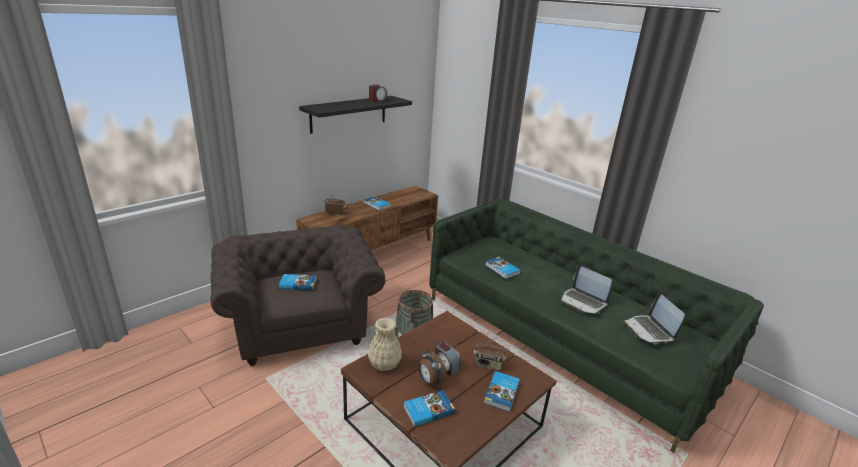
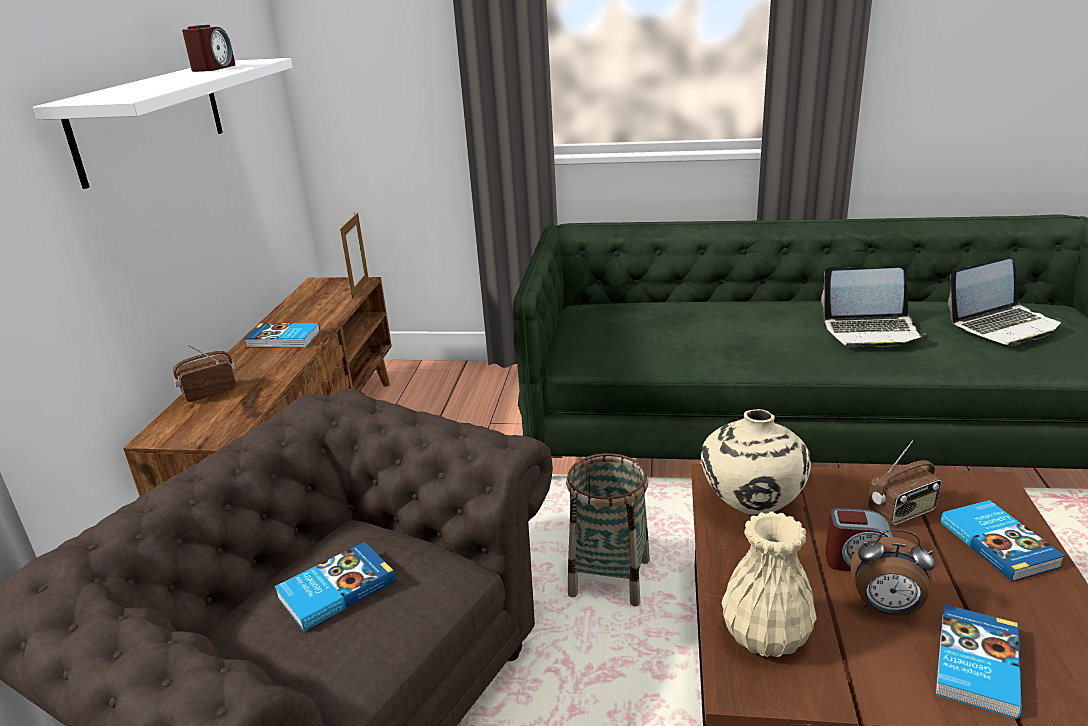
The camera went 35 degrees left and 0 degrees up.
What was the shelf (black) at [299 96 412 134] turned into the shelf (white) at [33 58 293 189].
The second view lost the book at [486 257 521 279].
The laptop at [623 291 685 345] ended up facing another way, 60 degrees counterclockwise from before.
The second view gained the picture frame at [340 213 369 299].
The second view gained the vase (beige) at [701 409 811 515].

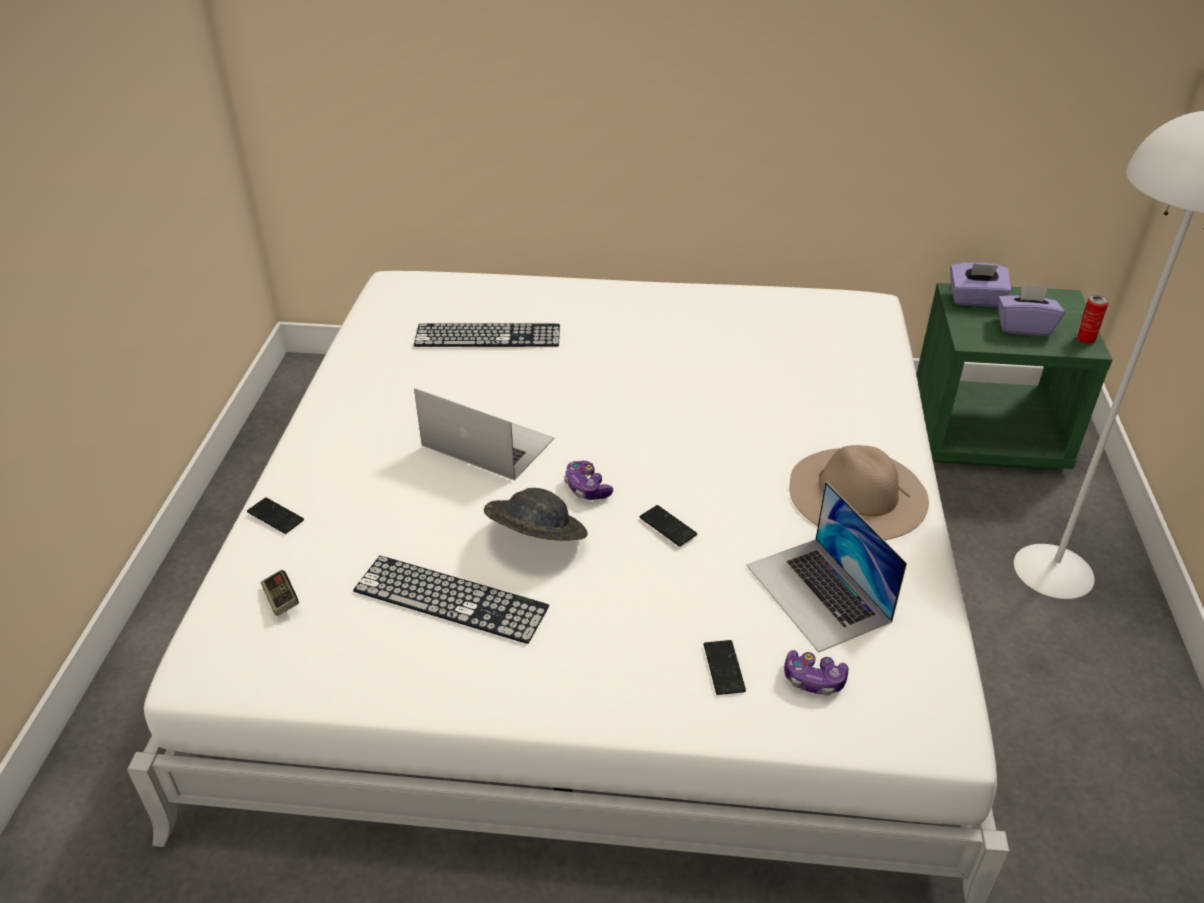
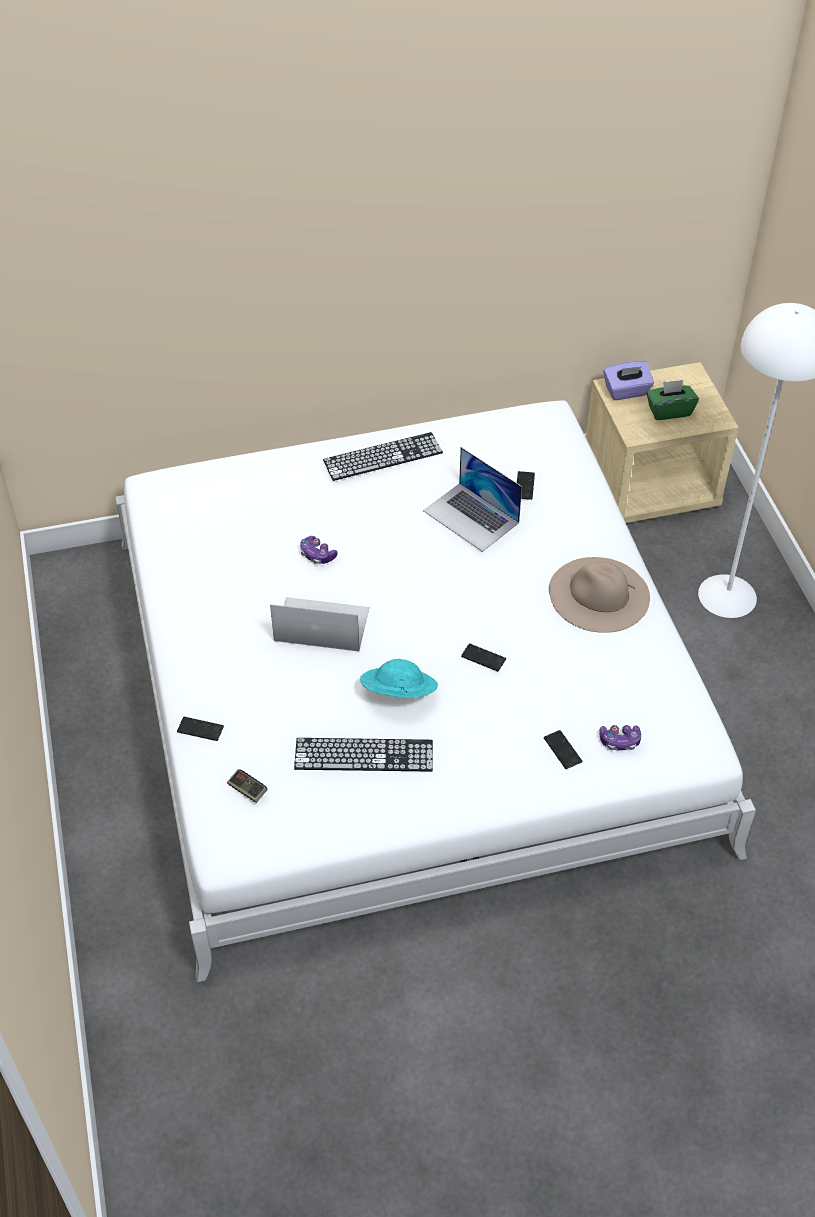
The camera went 20 degrees left and 10 degrees up.
The keyboard ended up elsewhere, having gone from [414 324 560 347] to [323 432 443 481].
What was the hat (grey) at [484 488 588 541] turned into the hat (turquoise) at [360 659 438 698].
The game controller ended up elsewhere, having gone from [564 461 613 500] to [300 536 338 564].
The laptop ended up elsewhere, having gone from [746 482 907 653] to [423 447 522 552].
What was the nightstand (green) at [916 283 1112 470] turned into the nightstand (beige) at [586 362 739 523].
What was the tissue box (purple) at [998 284 1065 336] turned into the tissue box (green) at [646 380 699 420].
The second view lost the can at [1076 295 1109 343].
The second view gained the phone at [517 471 535 500].

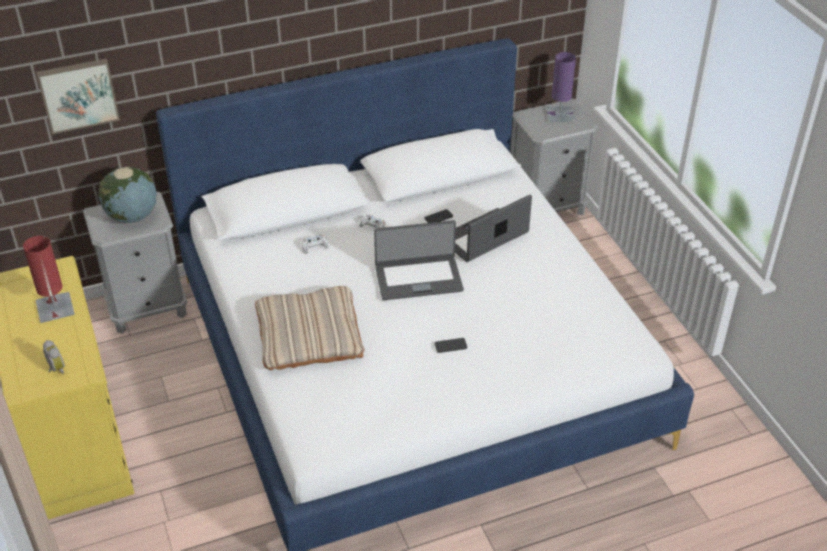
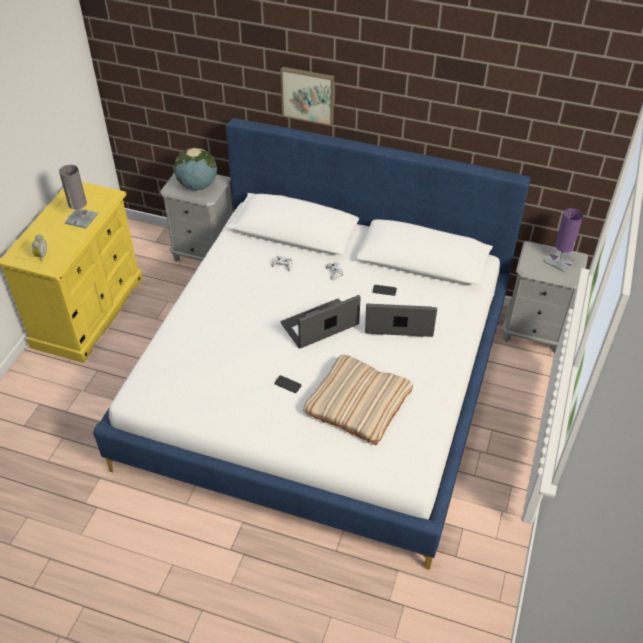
The camera went 40 degrees right and 5 degrees up.
What was the table lamp (red) at [23 236 75 323] turned into the table lamp (grey) at [59 165 98 229].
The picture ended up elsewhere, having gone from [36 59 120 134] to [280 67 334 126].
The pillow (beige) ended up elsewhere, having gone from [255 286 365 370] to [304 355 413 445].
The laptop at [374 220 464 300] ended up facing another way, 120 degrees clockwise from before.

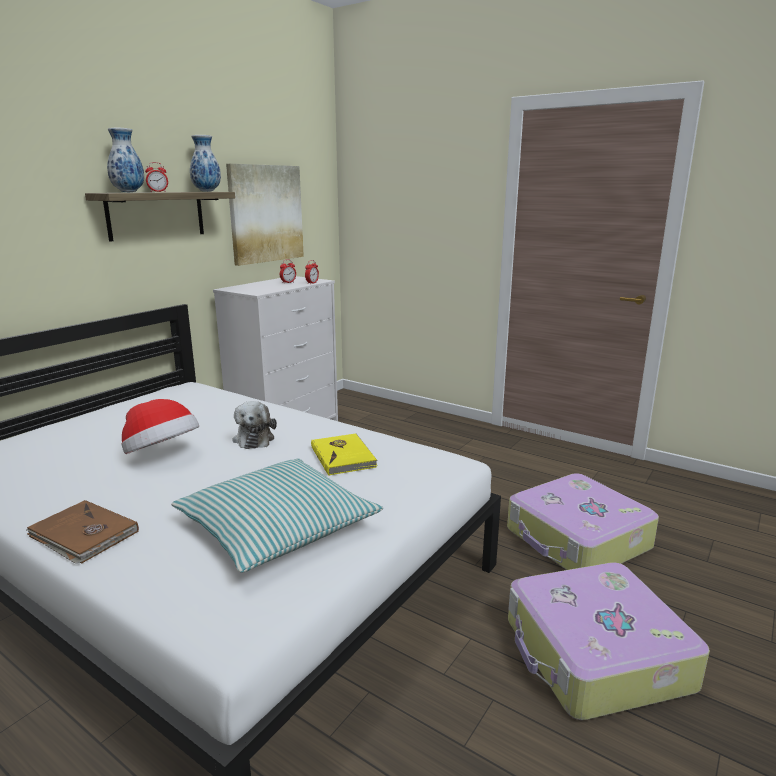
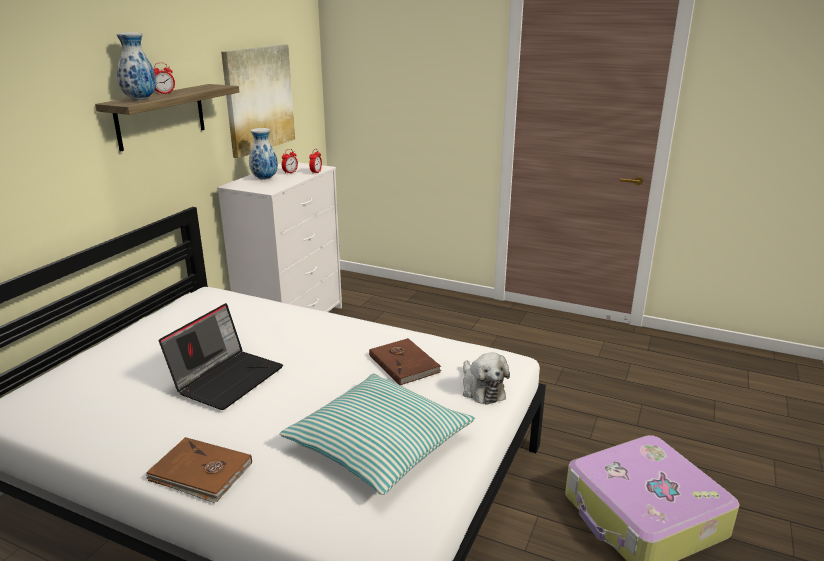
The camera went 10 degrees left and 5 degrees up.
Where the hat stood at [121 399 199 454], the laptop came to stand at [159 303 283 410].
The vase ended up elsewhere, having gone from [190 135 221 192] to [249 128 278 180].
The plush toy ended up elsewhere, having gone from [232 401 277 449] to [463 353 510 405].
What was the book (yellow) at [311 433 378 476] turned into the book (brown) at [369 338 441 386].
The second view lost the suitcase at [507 473 659 570].

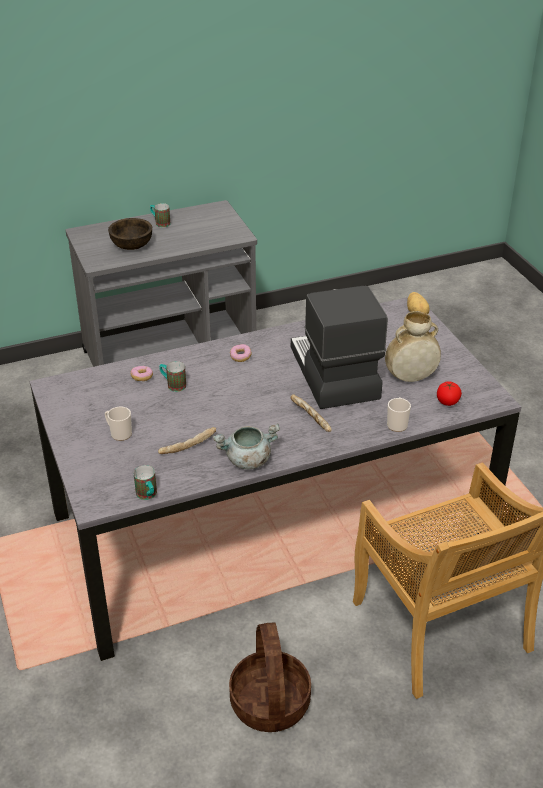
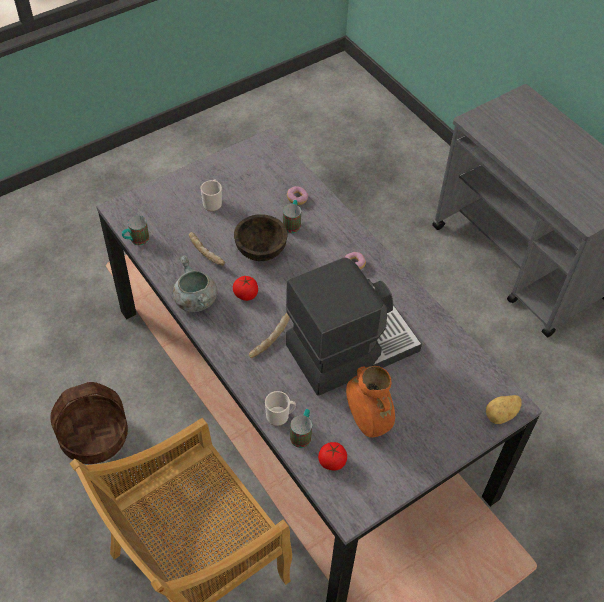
The camera went 75 degrees right and 15 degrees up.
The bowl (brown) ended up elsewhere, having gone from [108 218 152 250] to [234 214 288 261].
The mug ended up elsewhere, having gone from [150 203 170 227] to [290 409 312 448].
What was the vase (beige) at [385 311 441 382] turned into the vase (orange) at [346 366 395 437].
The second view gained the tomato at [233 276 258 301].

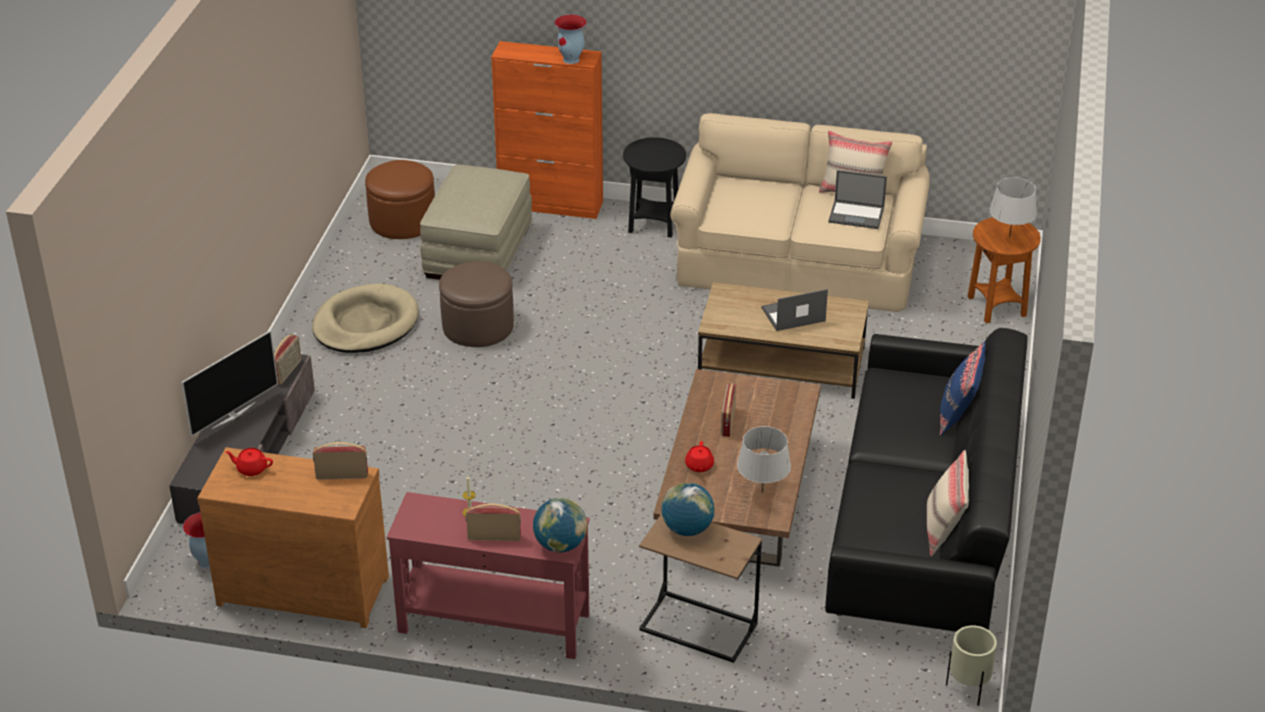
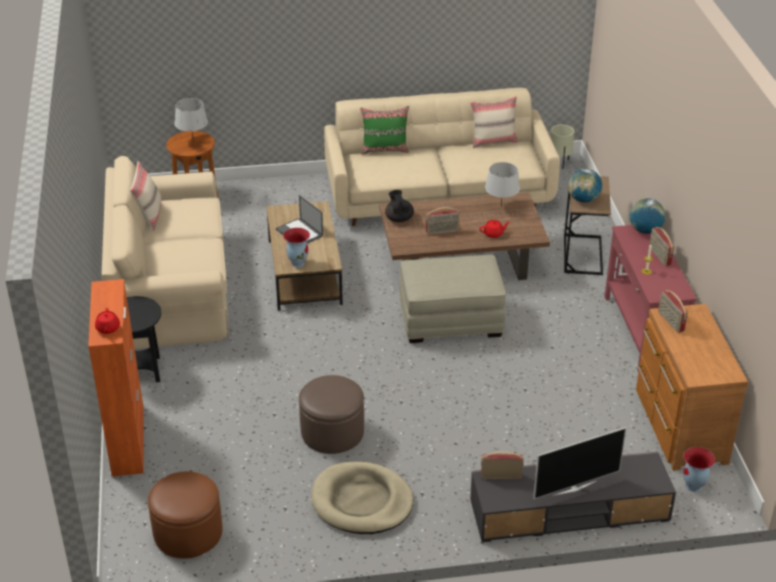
The camera went 110 degrees left and 0 degrees up.
The television at [181 330 278 437] ended up facing another way, 135 degrees clockwise from before.
The teapot (red) ended up elsewhere, having gone from [225 448 273 476] to [95 308 120 334].
The ottoman (beige) ended up elsewhere, having gone from [420 165 532 280] to [399 255 506 343].
The vase ended up elsewhere, having gone from [554 14 587 64] to [283 228 310 268].
What was the sofa (black) at [825 328 1027 632] turned into the sofa (beige) at [324 88 560 226].
The second view lost the laptop at [828 170 887 229].
What was the pillow (blue) at [940 342 985 436] turned into the pillow (green) at [360 106 409 155].
The second view gained the teapot (black) at [385 190 414 222].

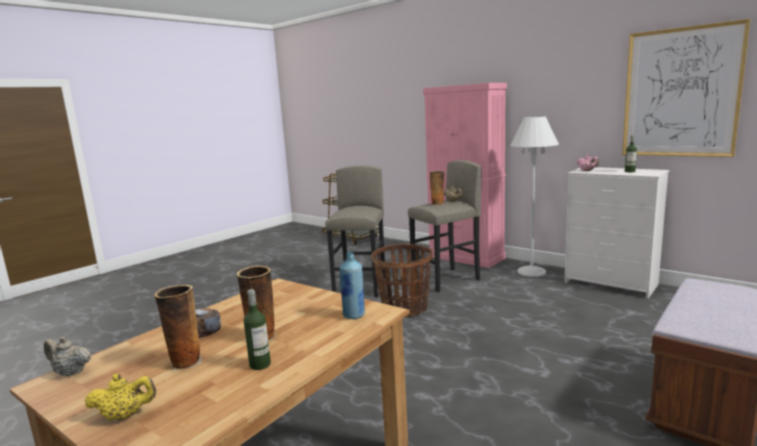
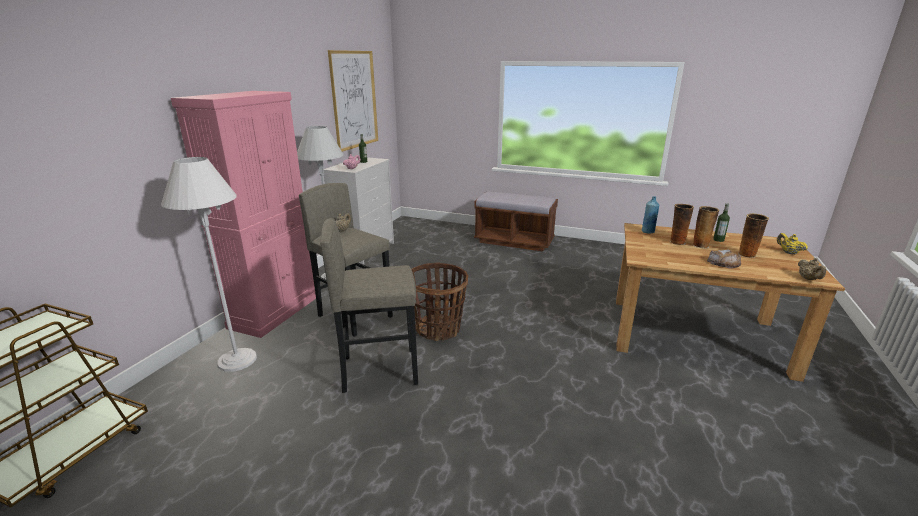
The camera went 110 degrees left and 10 degrees up.
The vase ended up elsewhere, having gone from [430 171 444 205] to [670 204 694 245].
The second view gained the floor lamp (white) at [161 157 257 372].

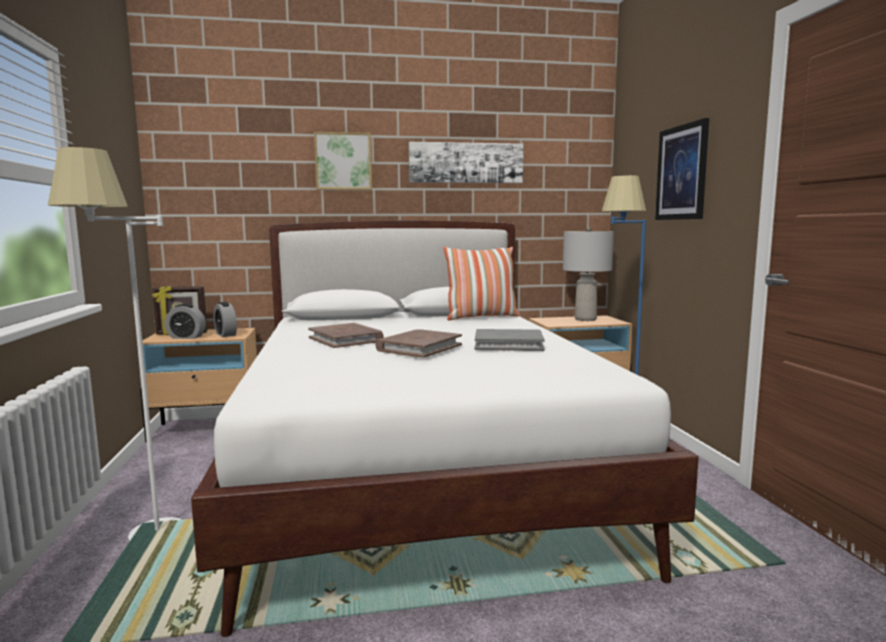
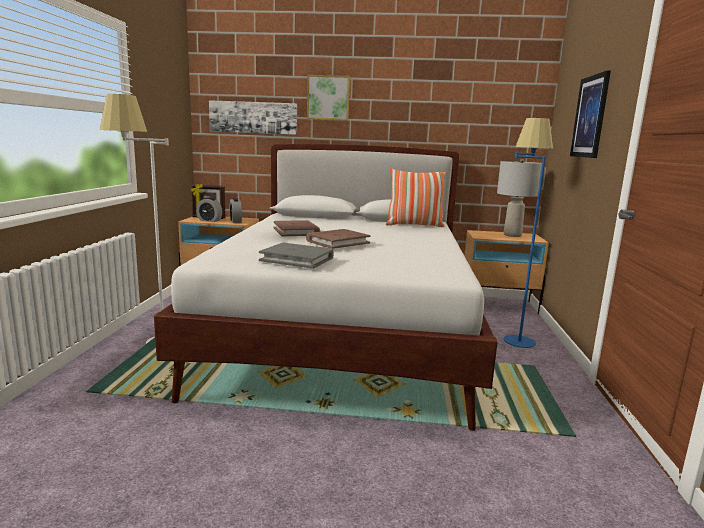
The camera went 15 degrees right and 5 degrees up.
The picture ended up elsewhere, having gone from [409 142 523 183] to [209 100 297 135].
The book (grey) ended up elsewhere, having gone from [475 329 545 351] to [259 243 334 269].

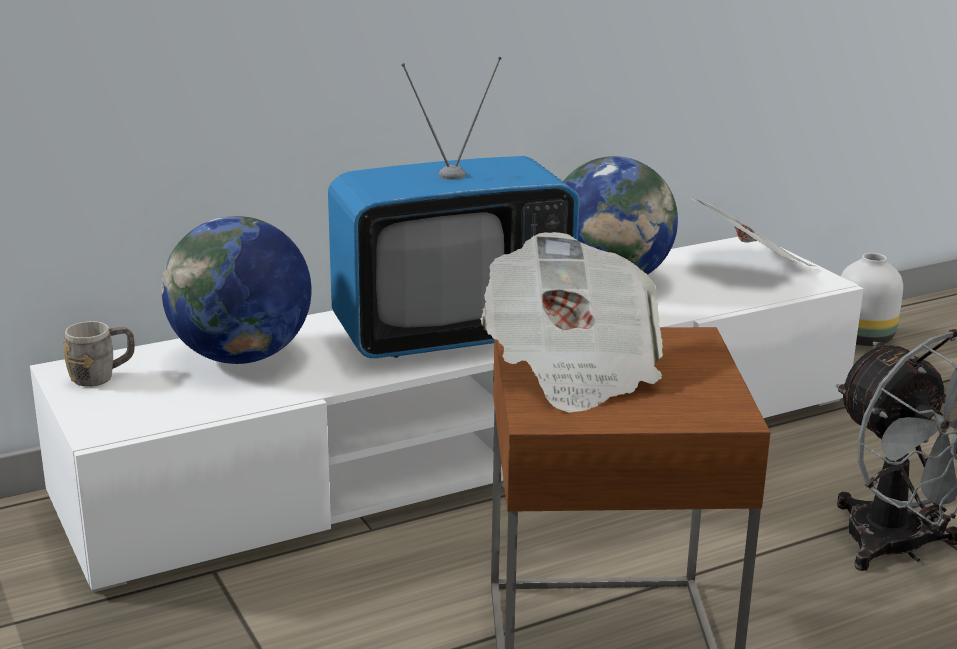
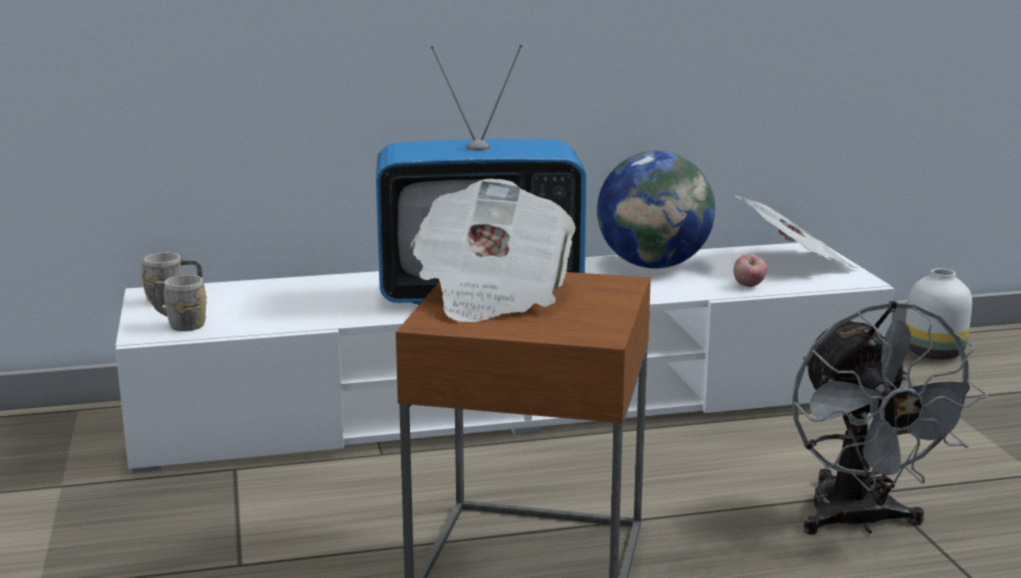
The camera went 15 degrees right and 5 degrees down.
The second view lost the globe at [161 216 311 364].
The second view gained the mug (grey) at [150 275 207 331].
The second view gained the apple at [733 254 767 287].

